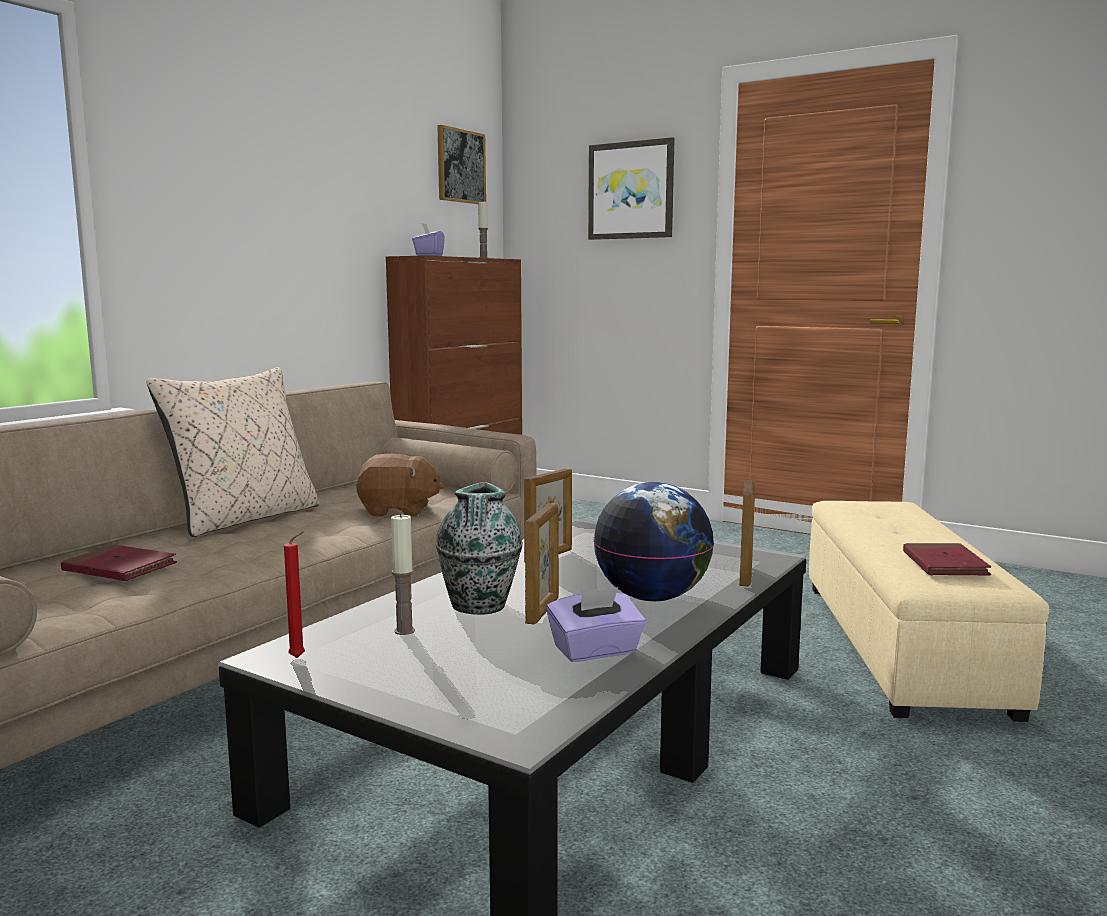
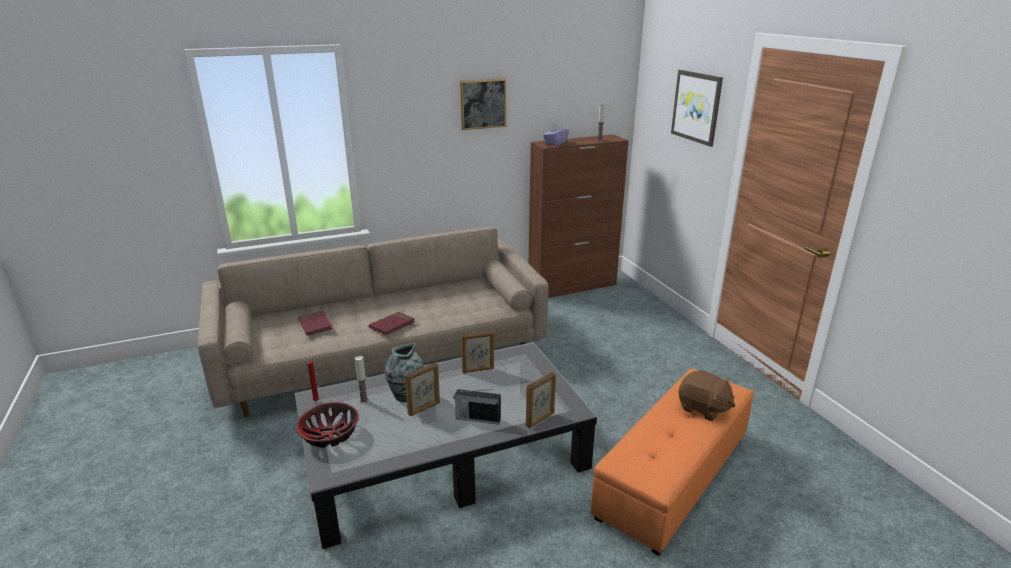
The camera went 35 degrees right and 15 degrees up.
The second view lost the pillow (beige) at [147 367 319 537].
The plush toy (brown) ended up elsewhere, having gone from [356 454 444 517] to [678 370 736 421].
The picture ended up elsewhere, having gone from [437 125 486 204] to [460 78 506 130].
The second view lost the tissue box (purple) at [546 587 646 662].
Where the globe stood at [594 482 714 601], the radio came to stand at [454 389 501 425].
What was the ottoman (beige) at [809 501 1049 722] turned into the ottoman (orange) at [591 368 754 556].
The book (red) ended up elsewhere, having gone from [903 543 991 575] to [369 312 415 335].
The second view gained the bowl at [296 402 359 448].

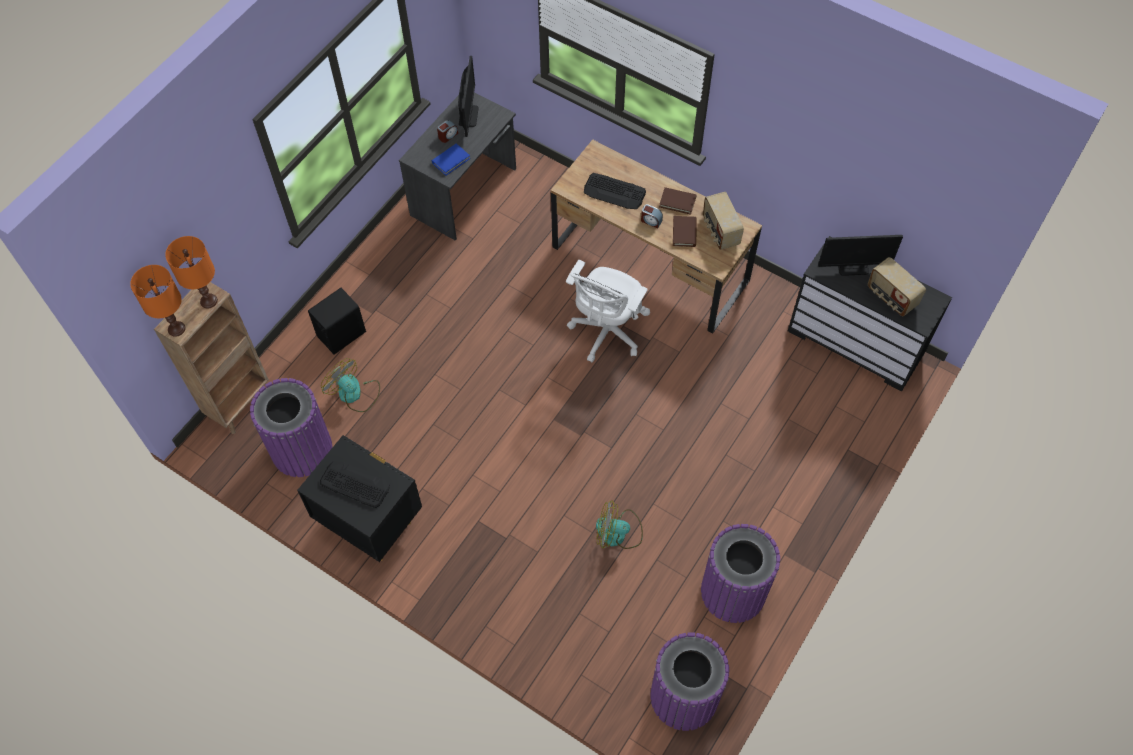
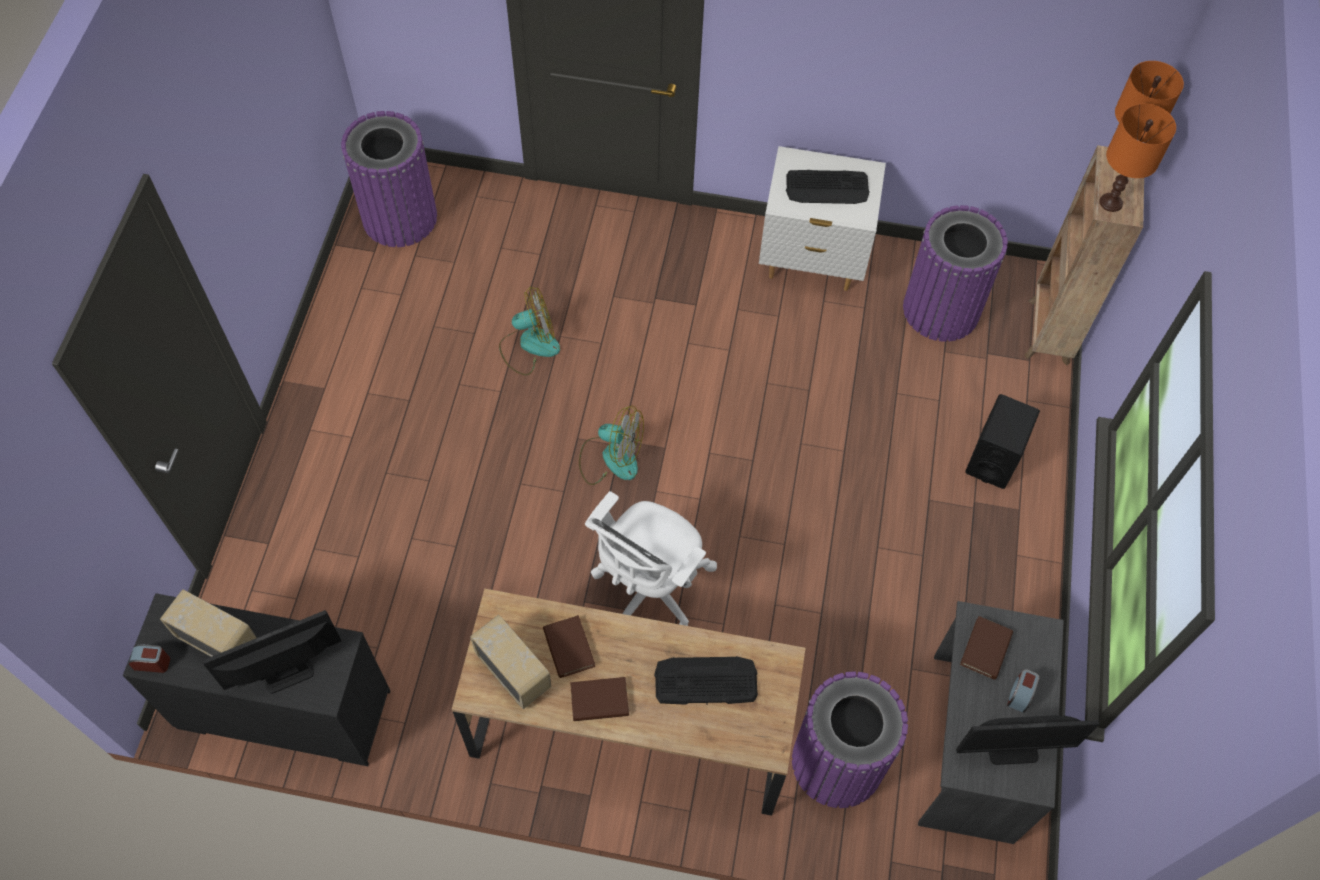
The camera went 155 degrees right and 0 degrees up.
What was the nightstand (black) at [297 435 422 562] turned into the nightstand (white) at [759 146 886 291].
The fan ended up elsewhere, having gone from [321 358 380 412] to [579 406 644 485].
What was the book (blue) at [432 143 470 176] turned into the book (brown) at [960 616 1013 680].
The monitor at [458 56 479 137] ended up facing another way, 75 degrees counterclockwise from before.
The office chair (white) at [566 260 650 362] ended up facing another way, 150 degrees counterclockwise from before.
The alarm clock ended up elsewhere, having gone from [641 204 663 228] to [129 644 170 673].
The trash can (purple) ended up elsewhere, having gone from [701 524 780 623] to [792 671 908 808].

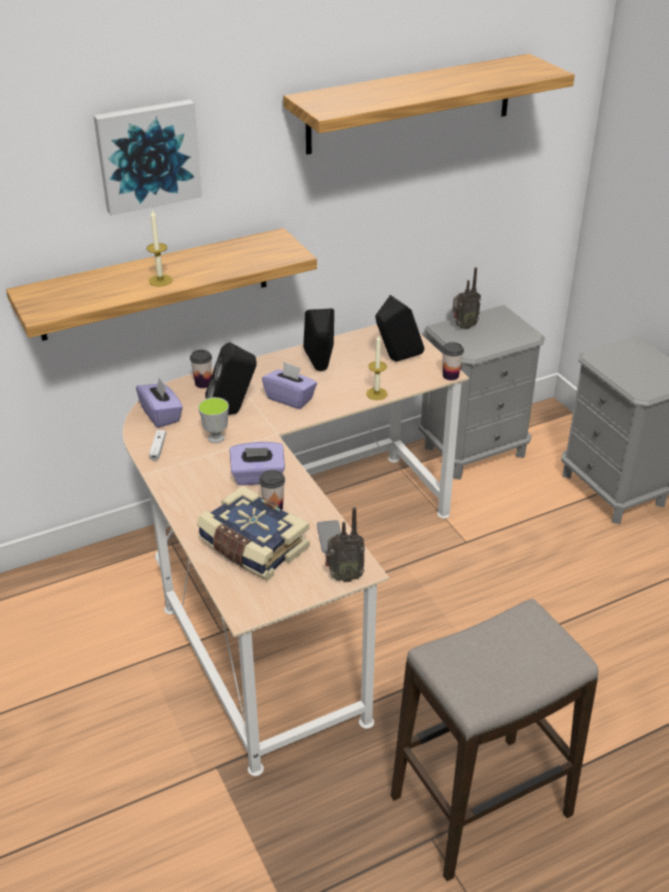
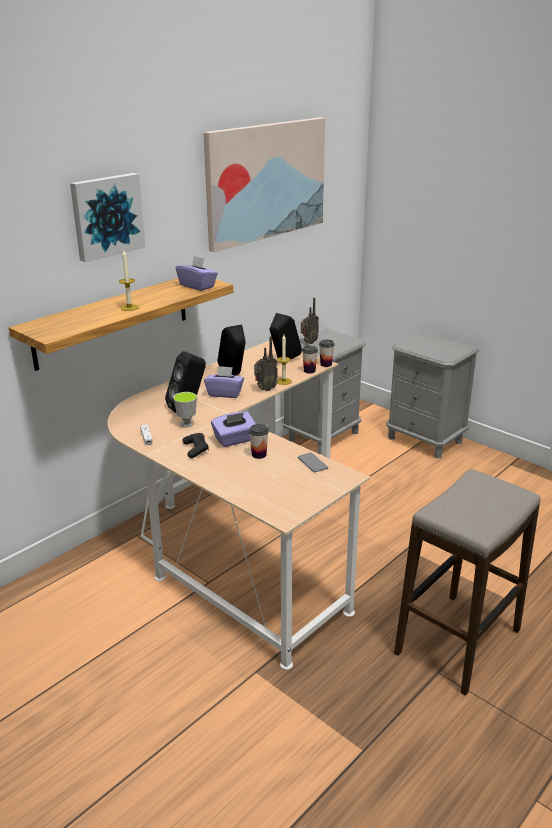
The camera went 20 degrees left and 10 degrees down.
The tissue box (purple) ended up elsewhere, having gone from [136 377 183 428] to [176 256 218 291].
The cup ended up elsewhere, having gone from [190 350 212 388] to [302 346 318 374].
The second view lost the book at [197 486 310 581].
Where the shelf hung at [283 54 575 155], the picture came to hang at [203 117 325 252].
The radio ended up elsewhere, having gone from [325 507 365 582] to [254 336 278 391].
The second view gained the game controller (black) at [183 433 209 458].

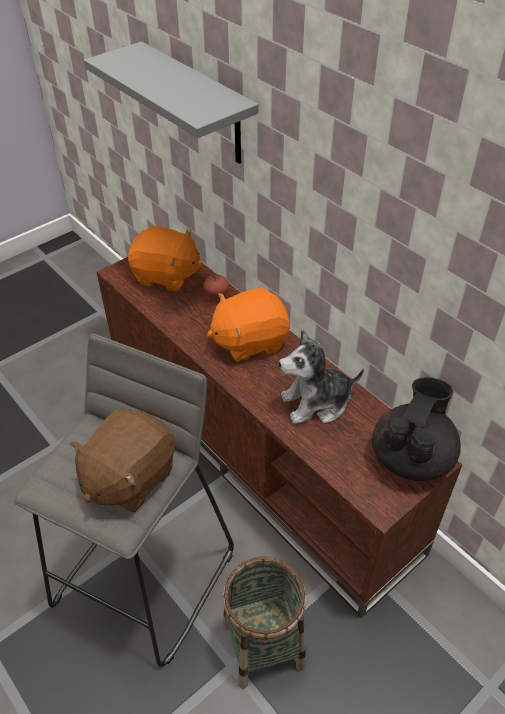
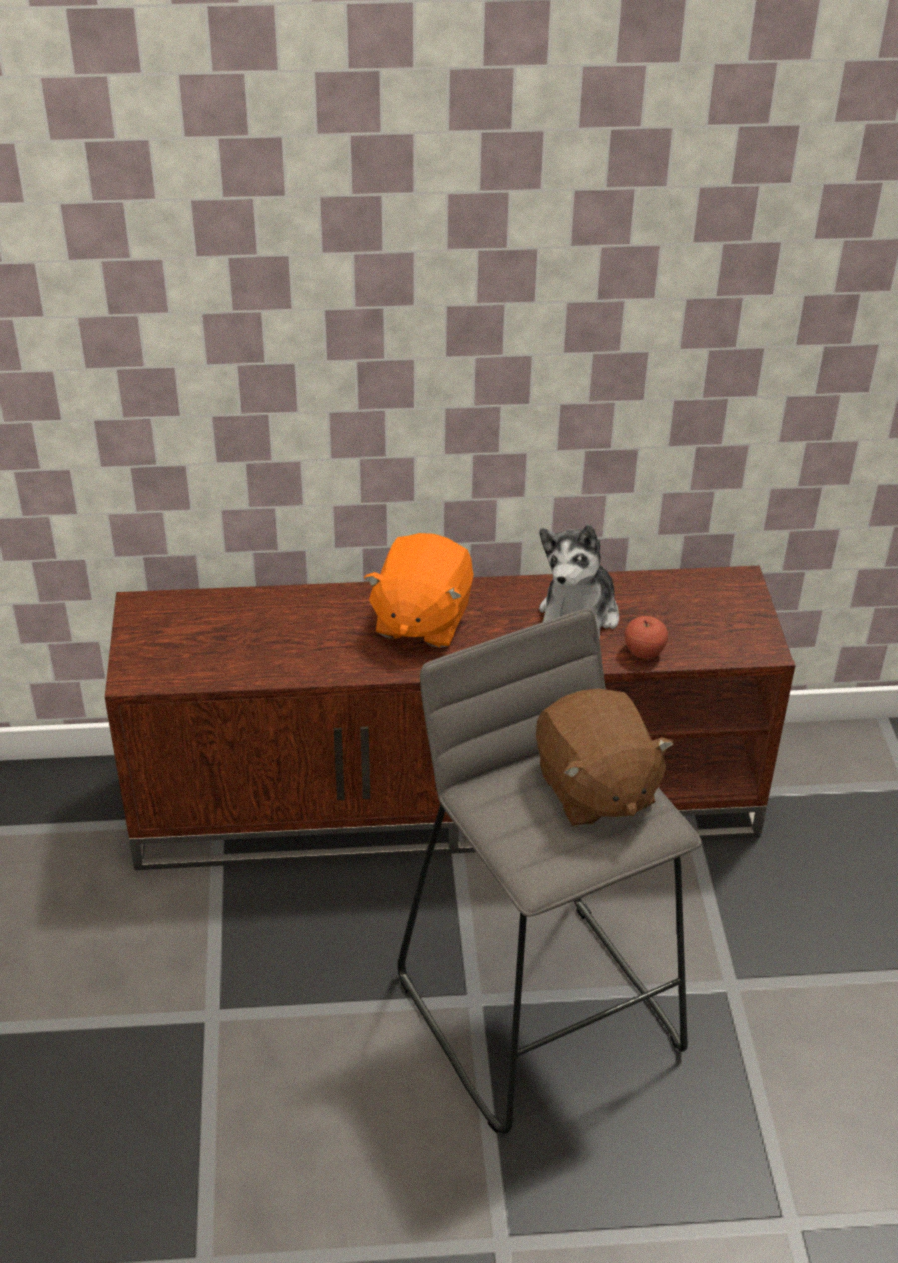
The camera went 55 degrees left and 5 degrees down.
The second view lost the shelf (grey) at [84 42 258 164].
The second view lost the plush toy (orange) at [128 226 203 292].
The apple ended up elsewhere, having gone from [203 274 229 300] to [625 616 668 659].
The second view lost the basket at [223 556 306 689].
The second view lost the teapot (black) at [372 377 461 481].

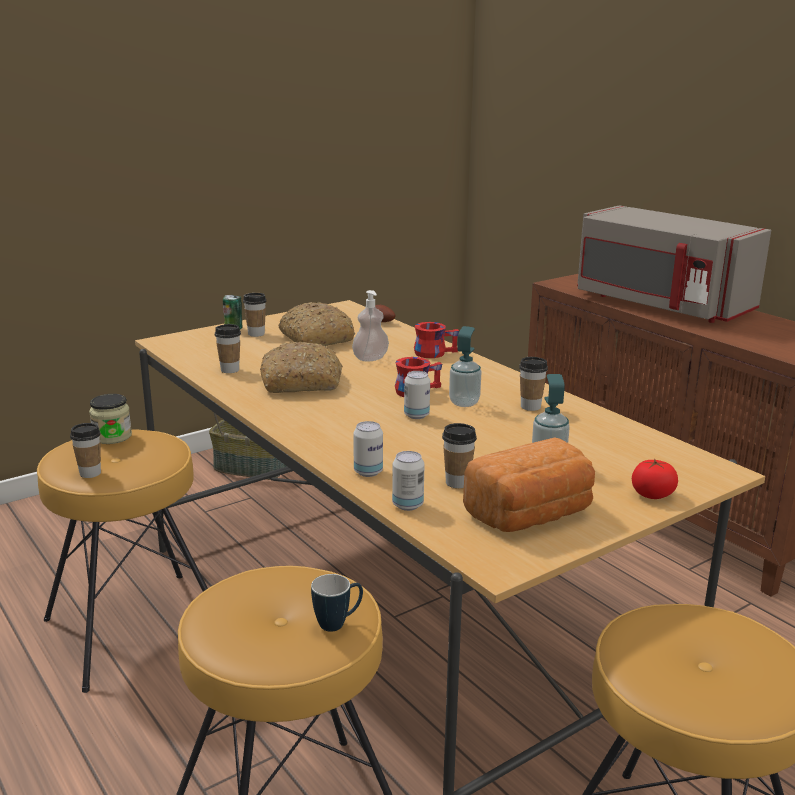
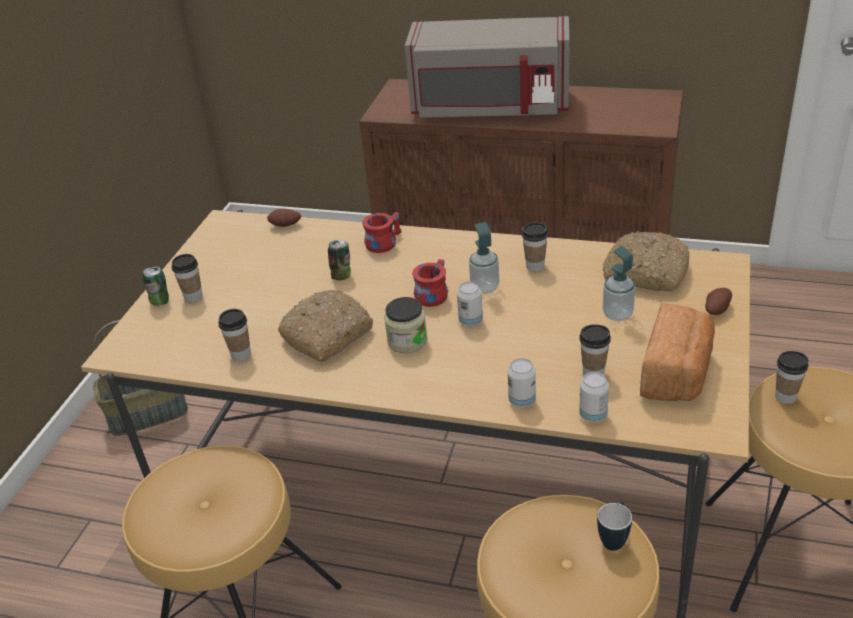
The camera went 35 degrees left and 15 degrees up.
The cup ended up elsewhere, having gone from [70 423 101 478] to [775 351 809 404].
The jar ended up elsewhere, having gone from [89 394 132 444] to [384 297 427 353].
The bread ended up elsewhere, having gone from [279 302 355 346] to [602 231 690 292].
Where the soap dispenser stood at [352 290 389 361], the can came to stand at [328 240 351 280].
Where the tomato stood at [632 459 678 499], the potato came to stand at [705 288 732 315].

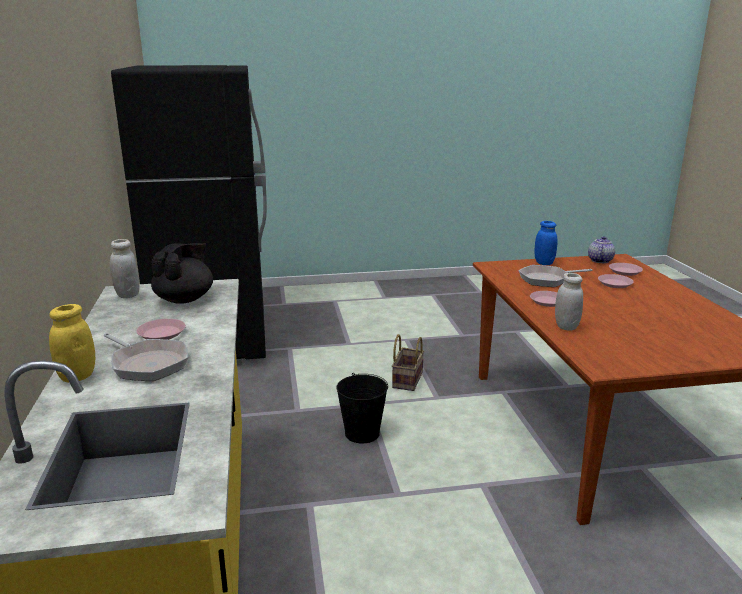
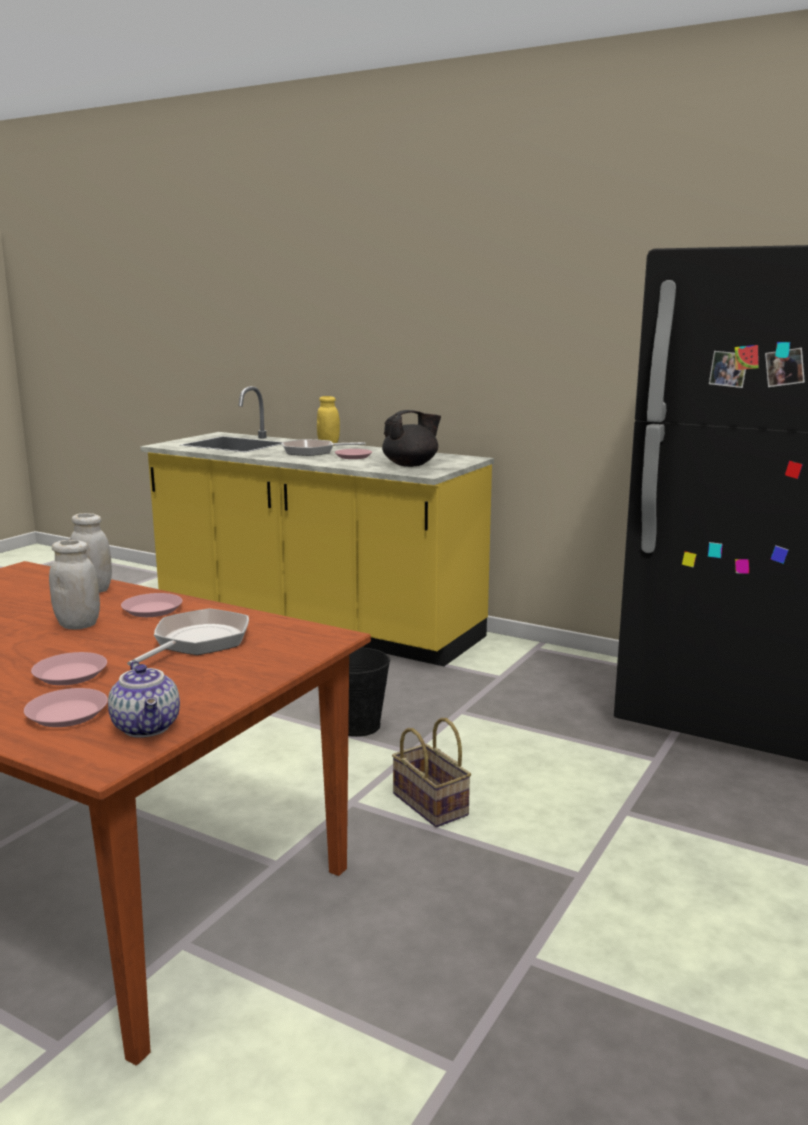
The camera went 130 degrees right and 5 degrees down.
The jar (white) ended up elsewhere, having gone from [110 239 139 298] to [49 540 100 630].
The teapot (black) at [151 243 213 304] ended up facing another way, 90 degrees counterclockwise from before.
The second view lost the jar (blue) at [534 221 557 265].

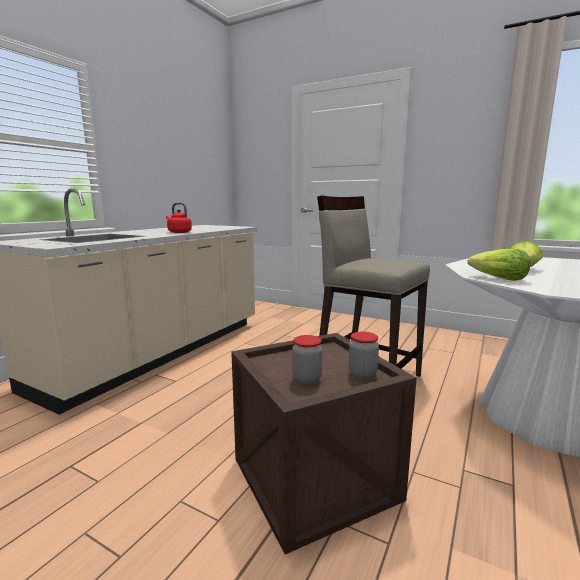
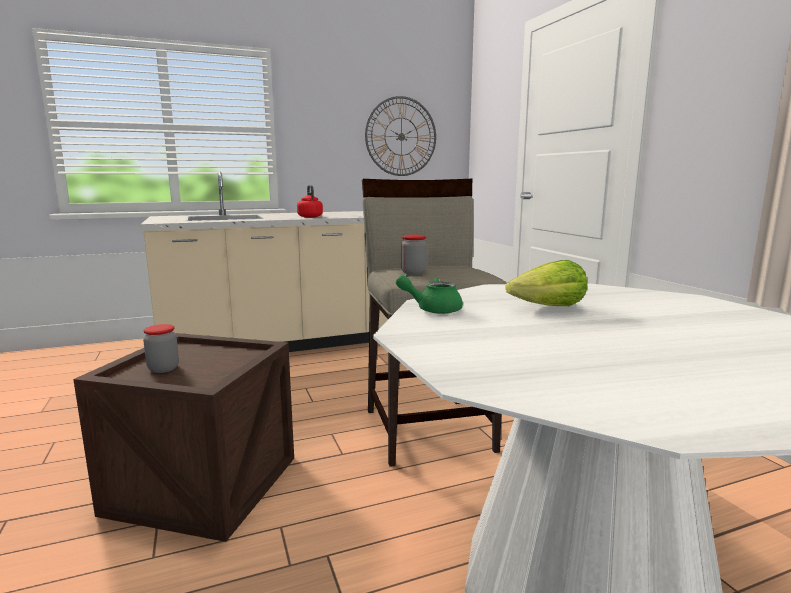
The camera went 40 degrees right and 0 degrees up.
The jar ended up elsewhere, having gone from [348 332 379 379] to [401 234 427 275].
Where the lettuce stood at [467 249 531 281], the teapot (green) came to stand at [396 275 463 314].
The second view gained the wall clock at [365 96 436 176].

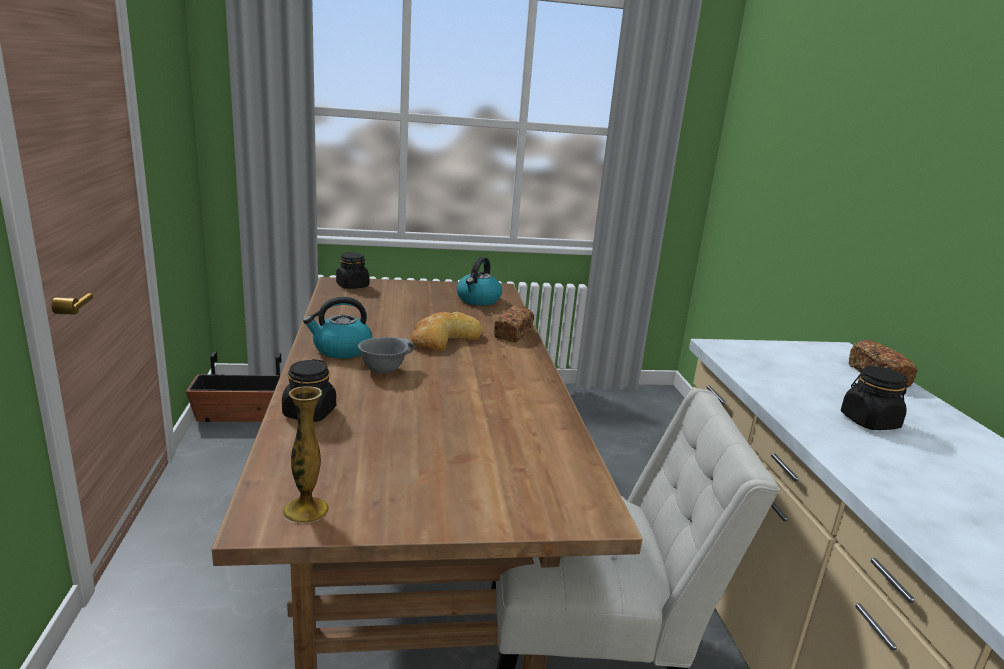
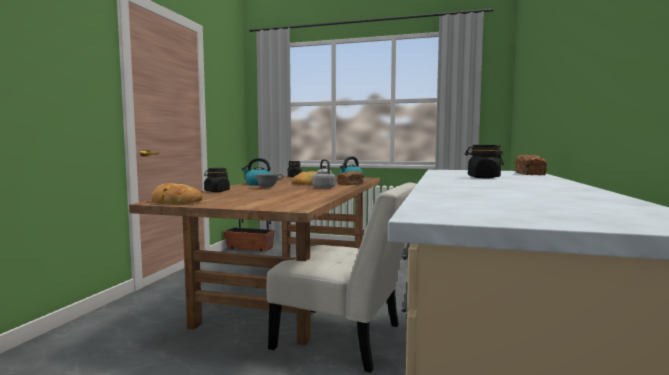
The camera went 25 degrees right and 15 degrees down.
Where the vase stood at [283 386 329 524], the bread came to stand at [152 183 203 204].
The second view gained the kettle (grey) at [312 159 336 189].

